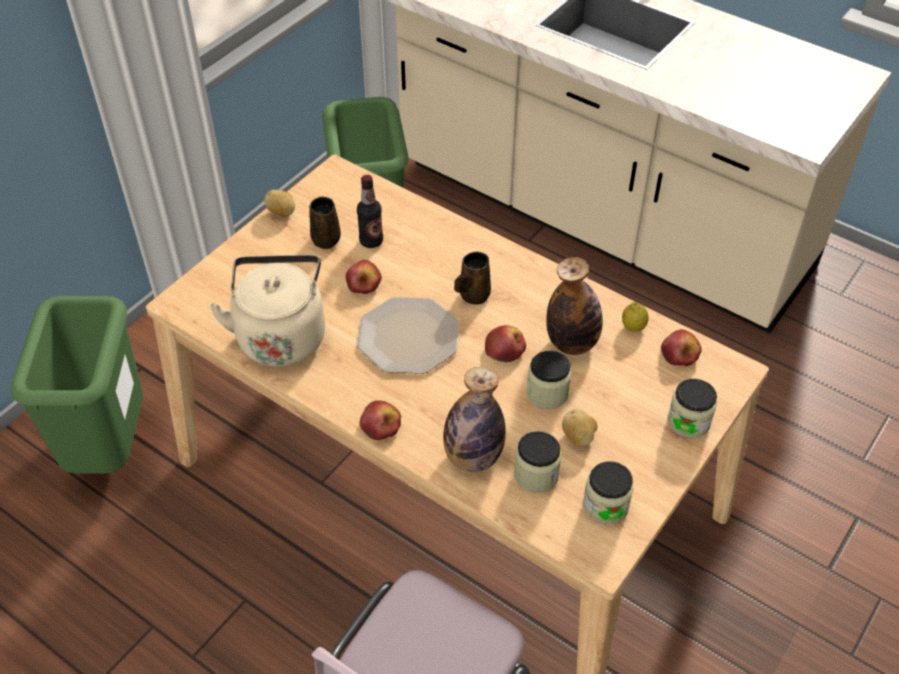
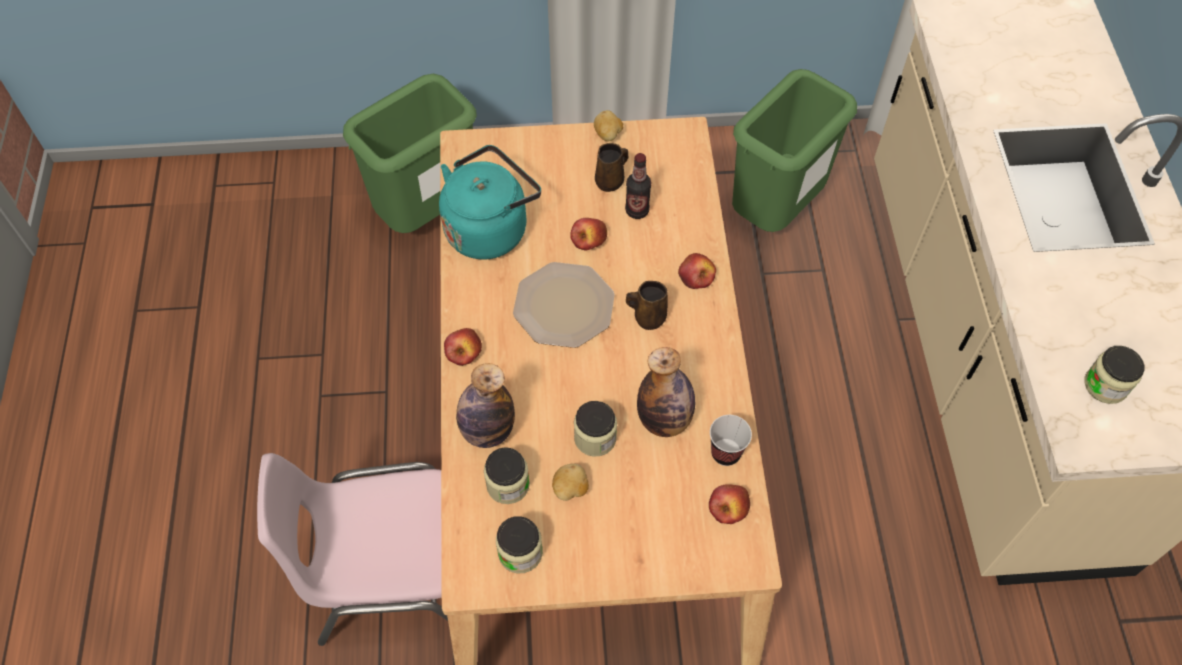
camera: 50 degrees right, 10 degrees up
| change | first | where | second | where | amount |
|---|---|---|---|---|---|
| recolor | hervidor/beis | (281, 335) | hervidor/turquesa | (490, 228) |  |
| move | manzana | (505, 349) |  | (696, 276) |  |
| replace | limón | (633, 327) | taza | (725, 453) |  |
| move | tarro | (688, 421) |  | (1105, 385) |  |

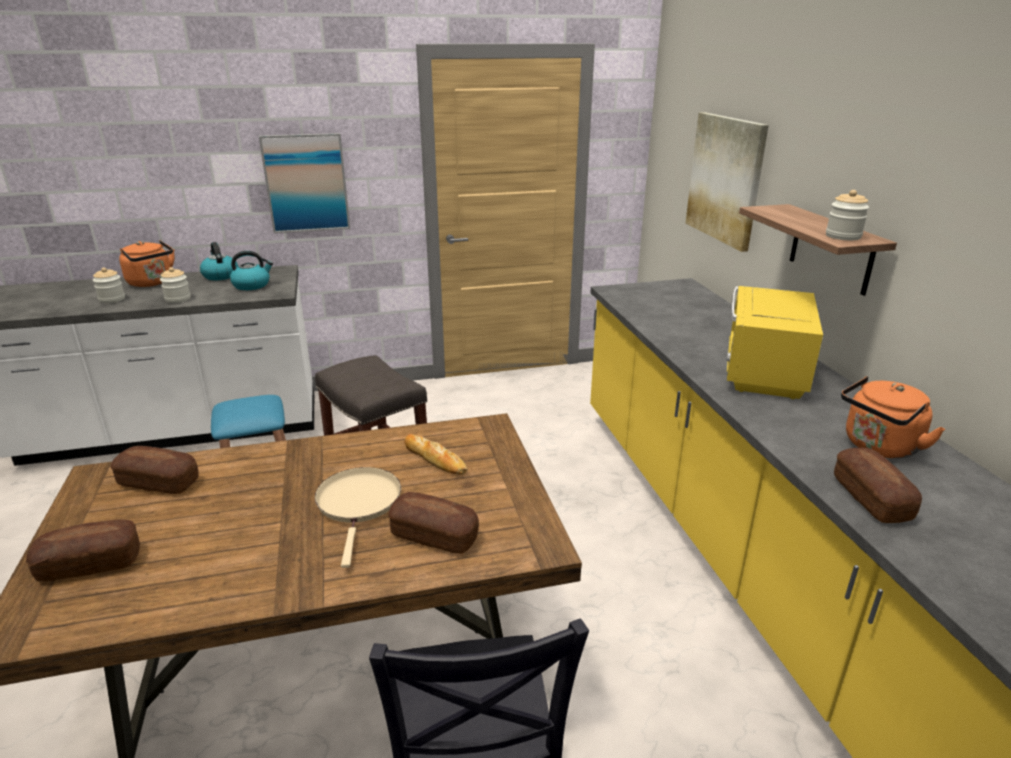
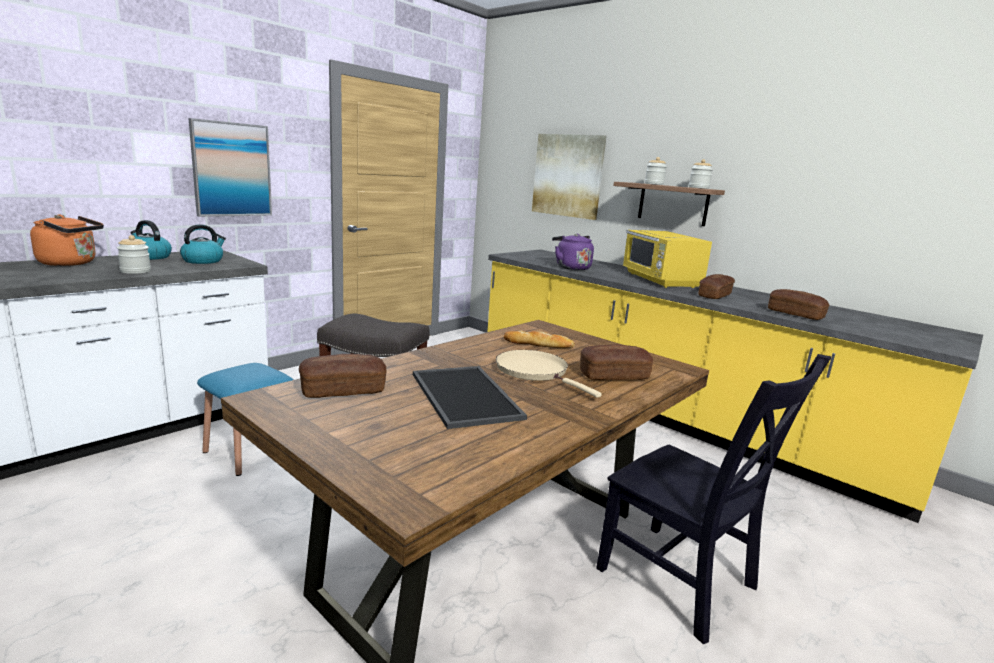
camera: 35 degrees left, 10 degrees down
| change | first | where | second | where | amount |
|---|---|---|---|---|---|
| move | pan | (90, 564) |  | (714, 295) |  |
| move | tarro | (112, 299) |  | (654, 184) |  |
| delete | hervidor/naranja | (878, 447) |  |  |  |
| insert |  |  | bandeja | (467, 396) |  |
| insert |  |  | hervidor/morado | (571, 267) |  |

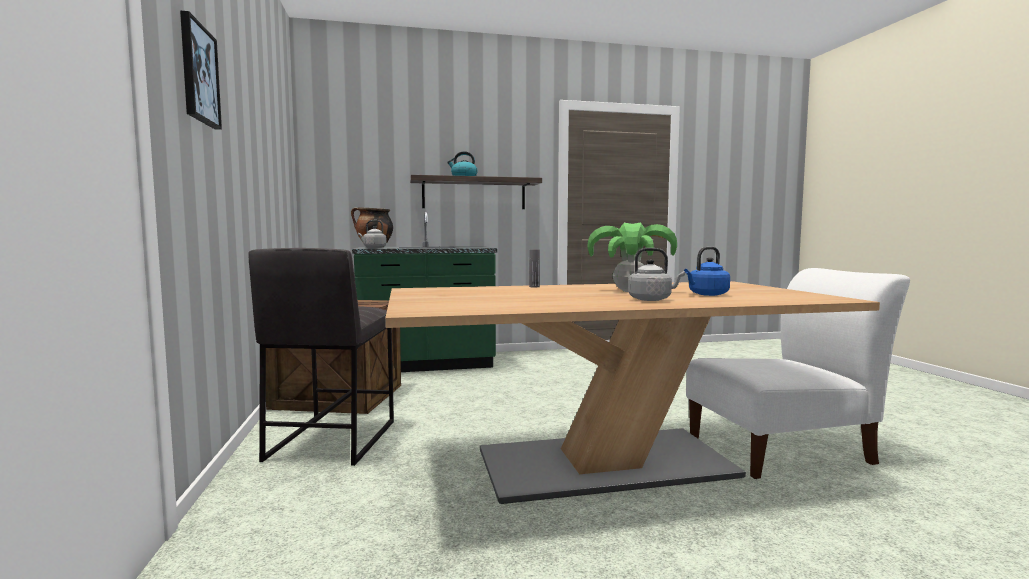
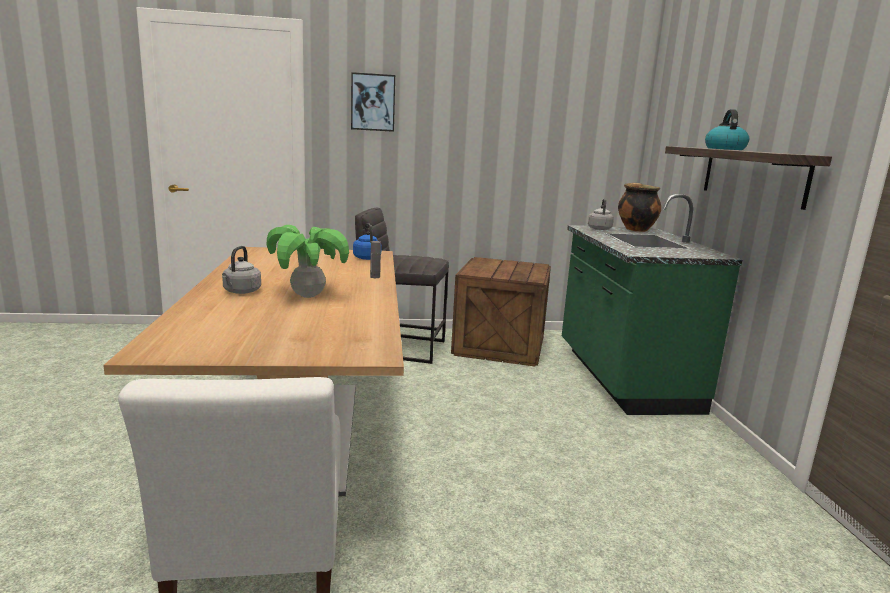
camera: 95 degrees right, 10 degrees up
| change | first | where | second | where | amount |
|---|---|---|---|---|---|
| move | hervidor/azul | (706, 294) |  | (366, 257) |  |

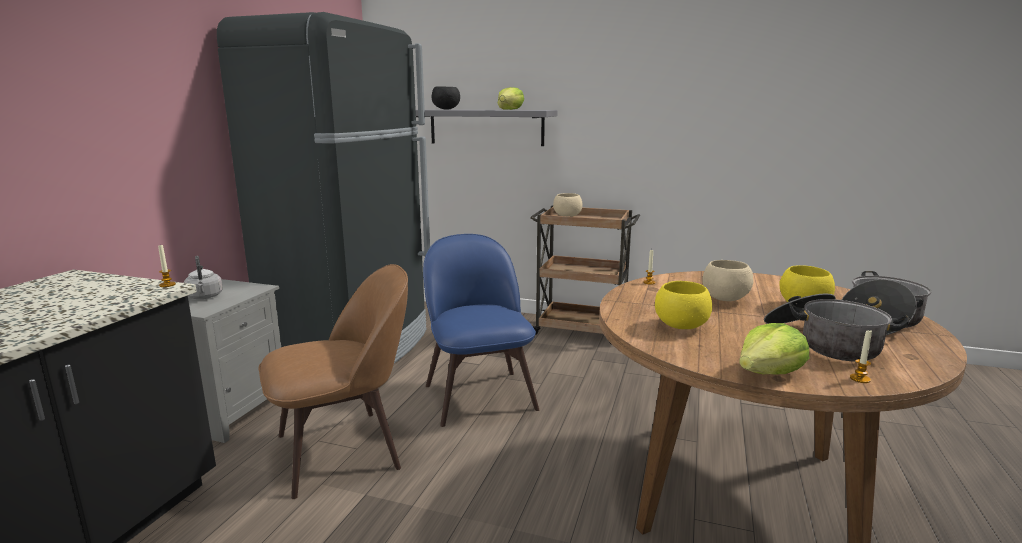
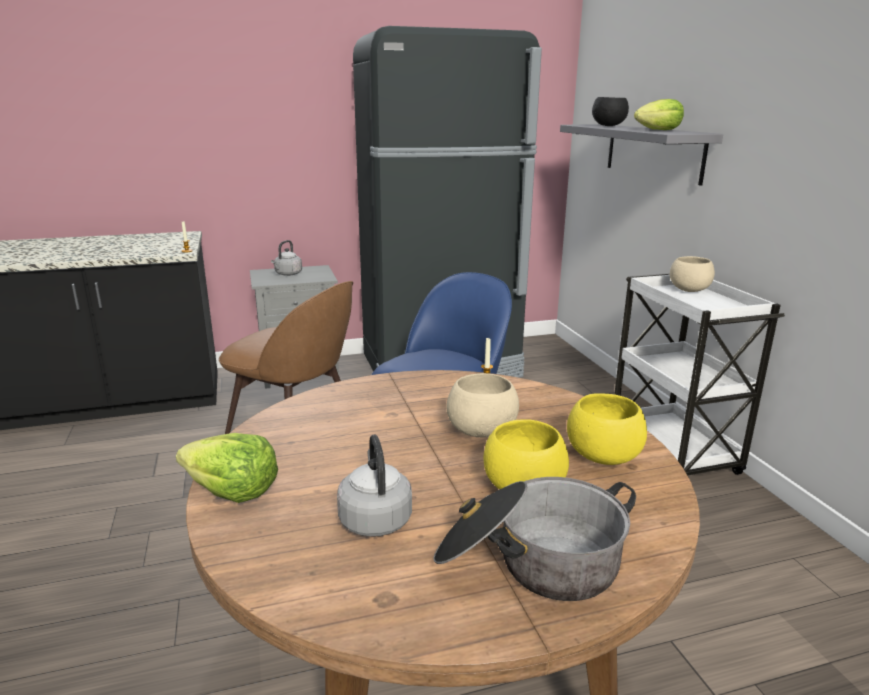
camera: 55 degrees right, 5 degrees up
| change | first | where | second | where | amount |
|---|---|---|---|---|---|
| recolor | carrito/marrón | (581, 330) | carrito/blanco | (673, 452) |  |
| move | cuenco/amarillo | (680, 326) |  | (603, 456) |  |
| replace | olla | (823, 343) | hervidor/gris | (375, 518) |  |
| delete | vela | (860, 379) |  |  |  |

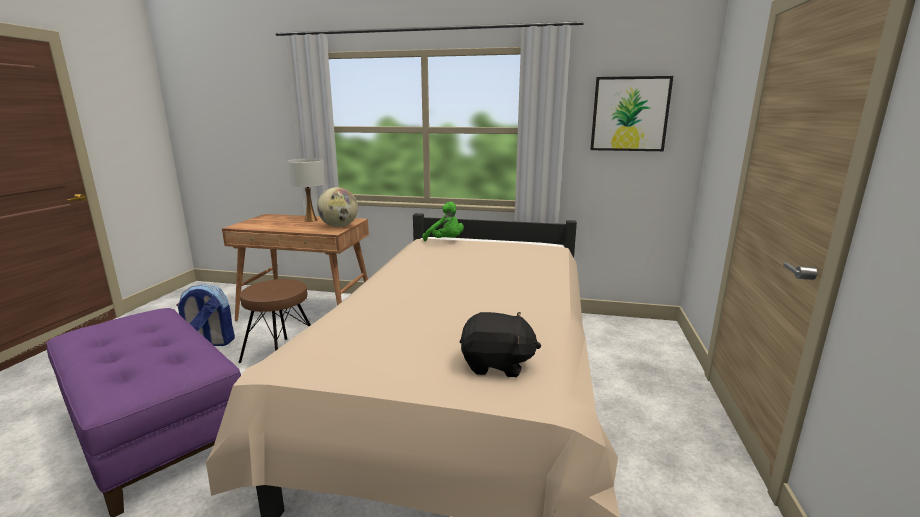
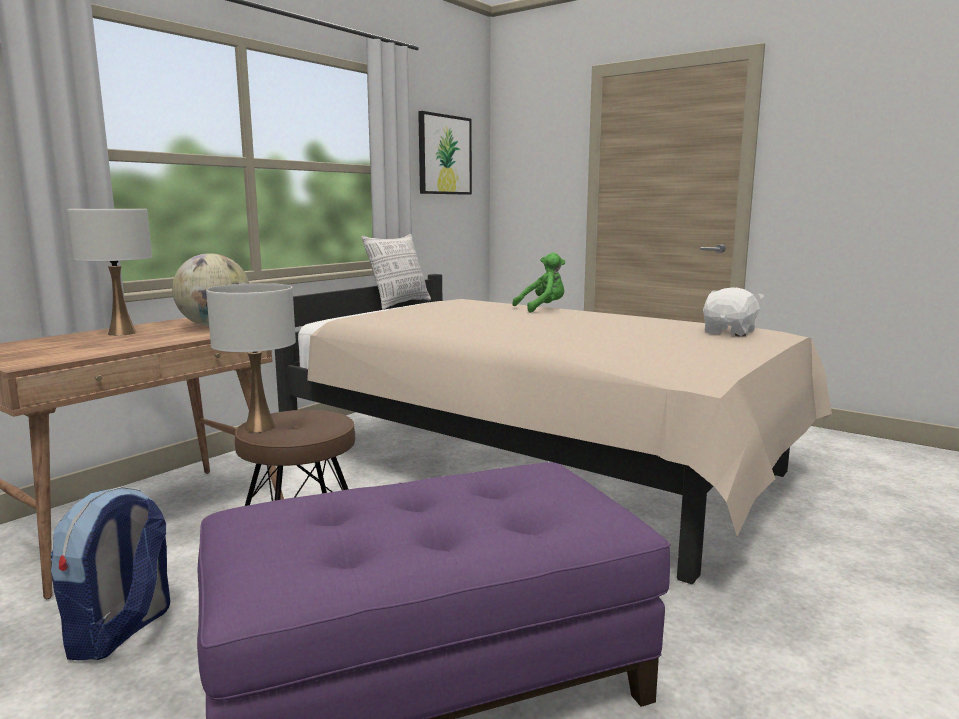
camera: 65 degrees left, 5 degrees down
| change | first | where | second | where | amount |
|---|---|---|---|---|---|
| move | peluche/verde | (446, 241) |  | (543, 308) |  |
| recolor | peluche/negro | (497, 364) | peluche/blanco | (730, 332) |  |
| insert |  |  | lámpara de mesa/blanco | (259, 427) |  |
| insert |  |  | cojín | (399, 304) |  |

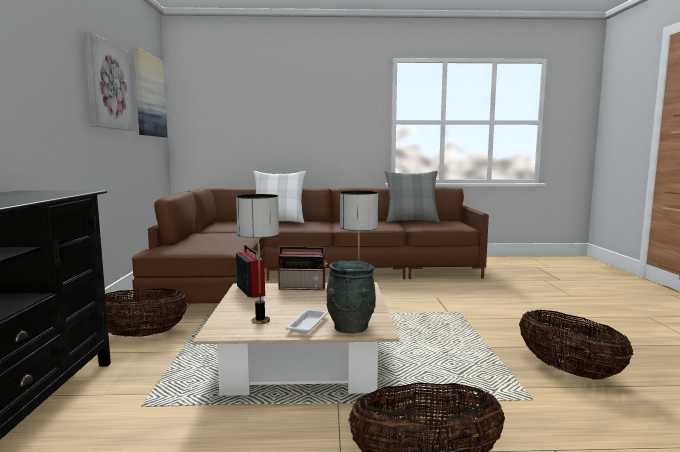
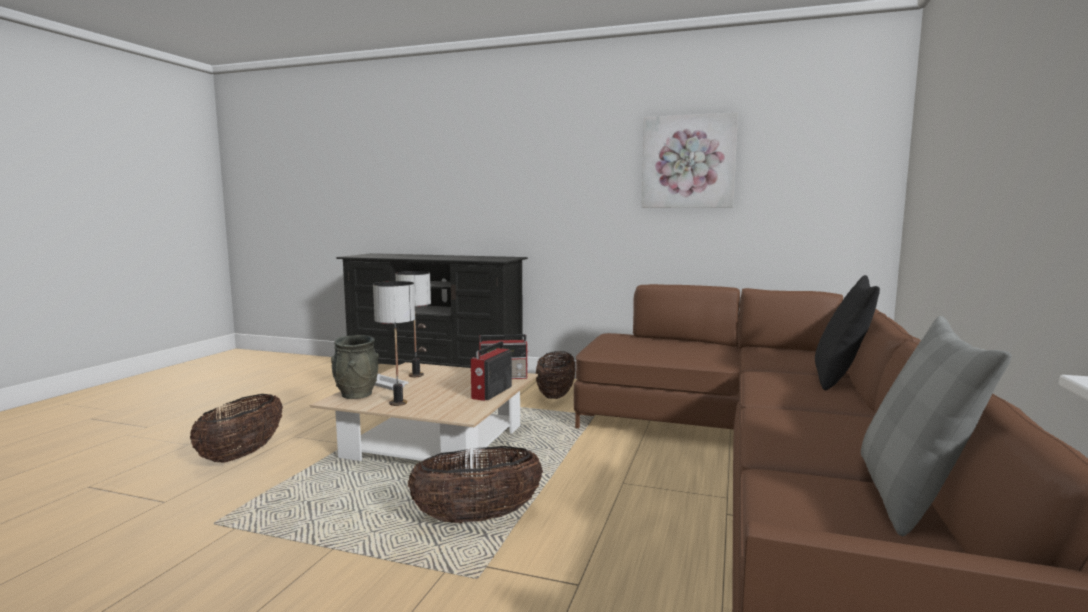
camera: 110 degrees right, 0 degrees up
| change | first | where | second | where | amount |
|---|---|---|---|---|---|
| delete | cuadro | (149, 96) |  |  |  |
| recolor | cojín/blanco | (279, 222) | cojín/negro | (839, 378) |  |
| move | cesta | (568, 371) |  | (477, 518) |  |

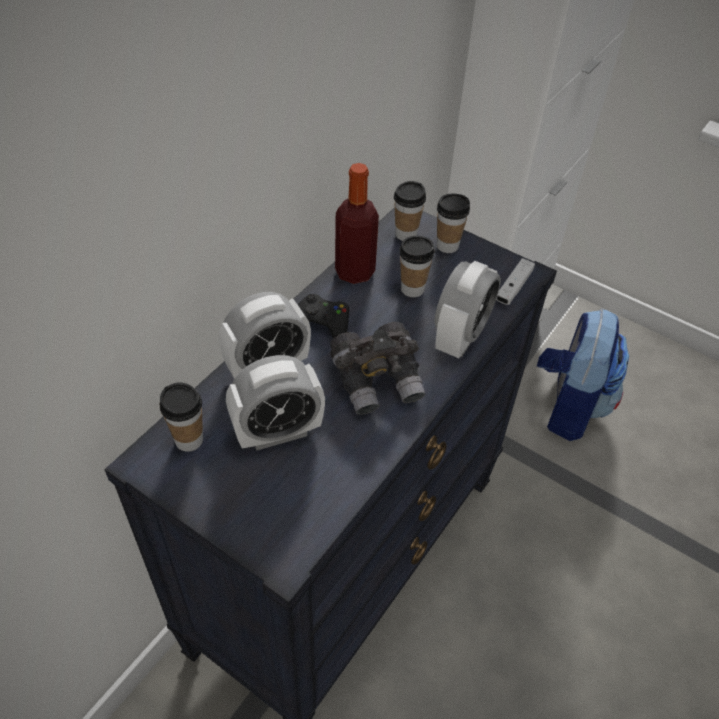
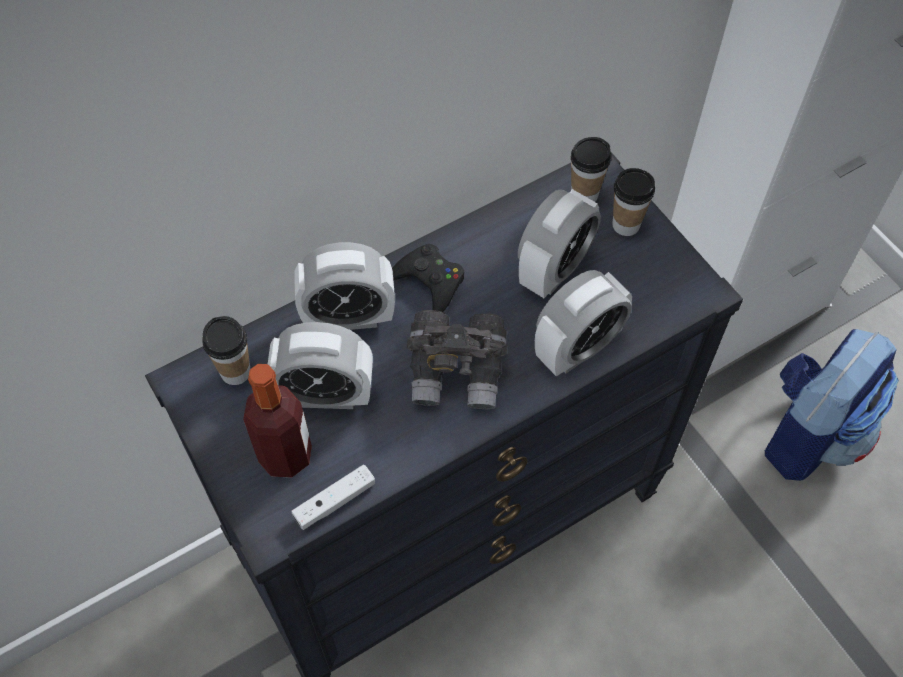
camera: 25 degrees right, 10 degrees up
| change | first | where | second | where | amount |
|---|---|---|---|---|---|
| move | botella | (355, 272) |  | (285, 455) |  |
| replace | taza | (412, 289) | despertador | (554, 270) |  |
| move | mando de consola/blanco | (513, 287) |  | (334, 501) |  |

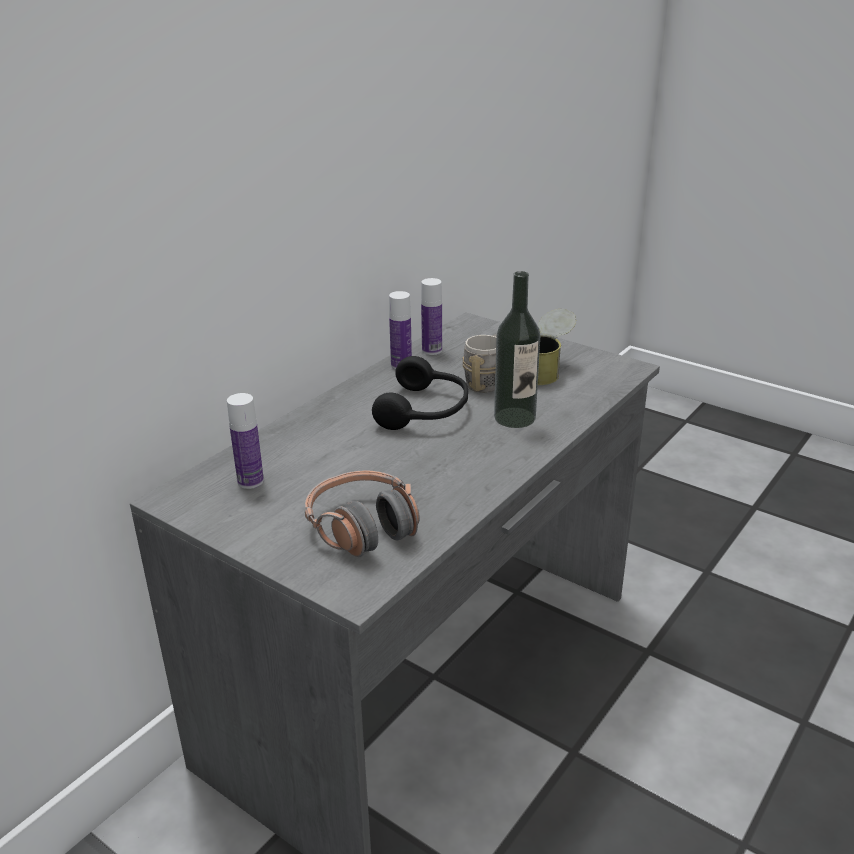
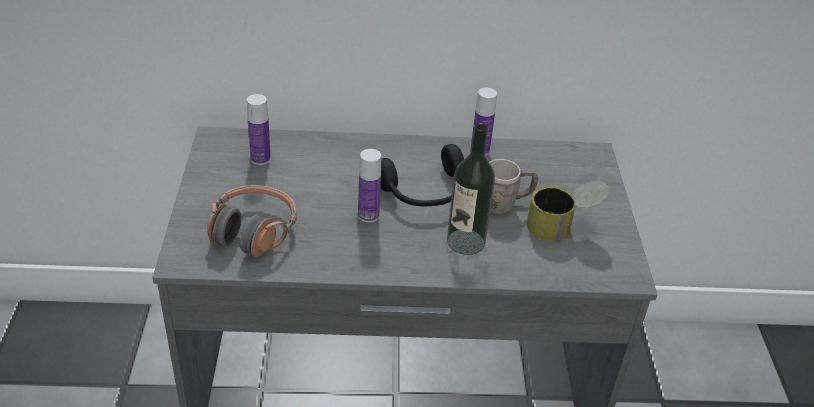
camera: 50 degrees right, 10 degrees up
| change | first | where | second | where | amount |
|---|---|---|---|---|---|
| move | botella | (432, 350) |  | (368, 215) |  |

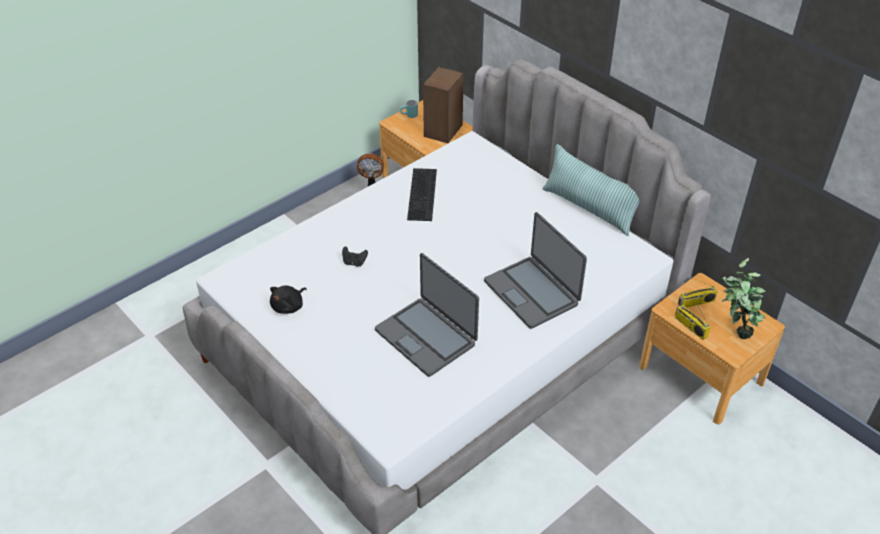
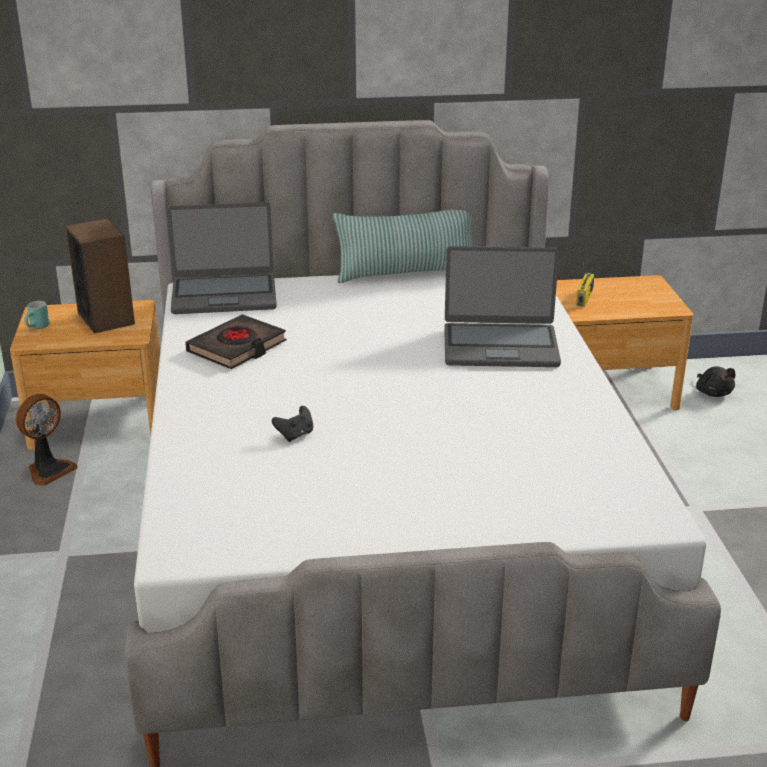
camera: 55 degrees left, 15 degrees down
| change | first | where | second | where | amount |
|---|---|---|---|---|---|
| move | peluche/negro | (289, 306) |  | (713, 392) |  |
| move | portátil | (426, 337) |  | (224, 295) |  |
| replace | teclado | (423, 195) | libro/negro | (237, 348) |  |
| delete | radio | (690, 327) |  |  |  |
| delete | planta en maceta | (734, 331) |  |  |  |

